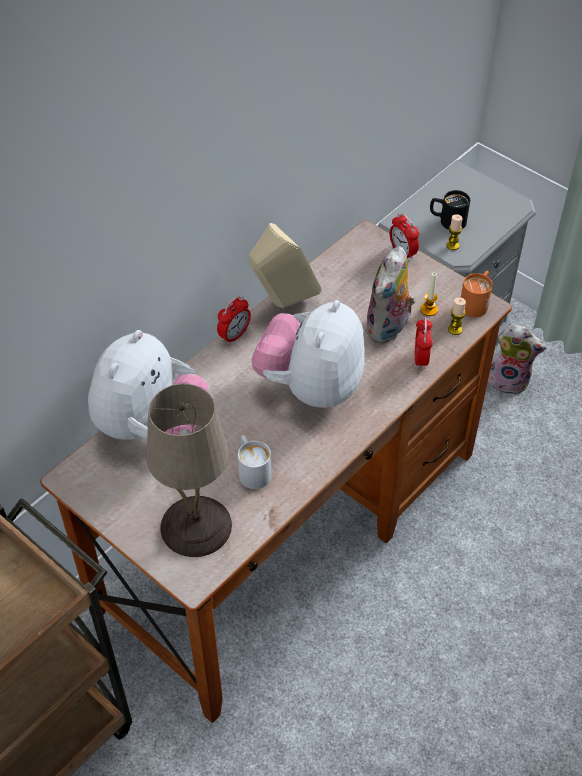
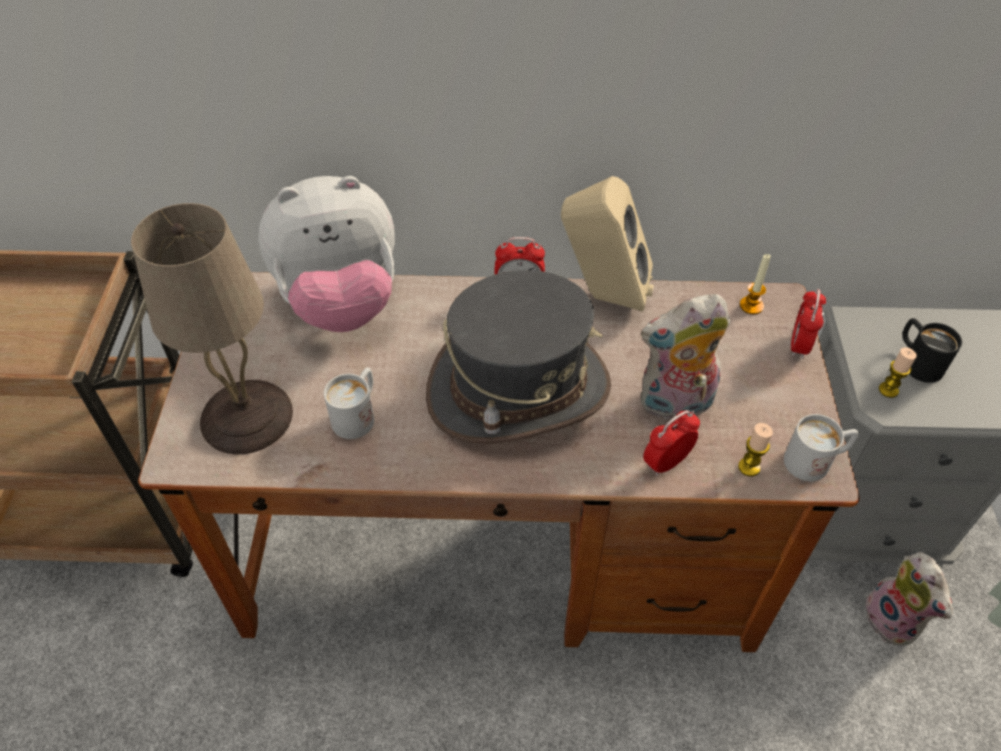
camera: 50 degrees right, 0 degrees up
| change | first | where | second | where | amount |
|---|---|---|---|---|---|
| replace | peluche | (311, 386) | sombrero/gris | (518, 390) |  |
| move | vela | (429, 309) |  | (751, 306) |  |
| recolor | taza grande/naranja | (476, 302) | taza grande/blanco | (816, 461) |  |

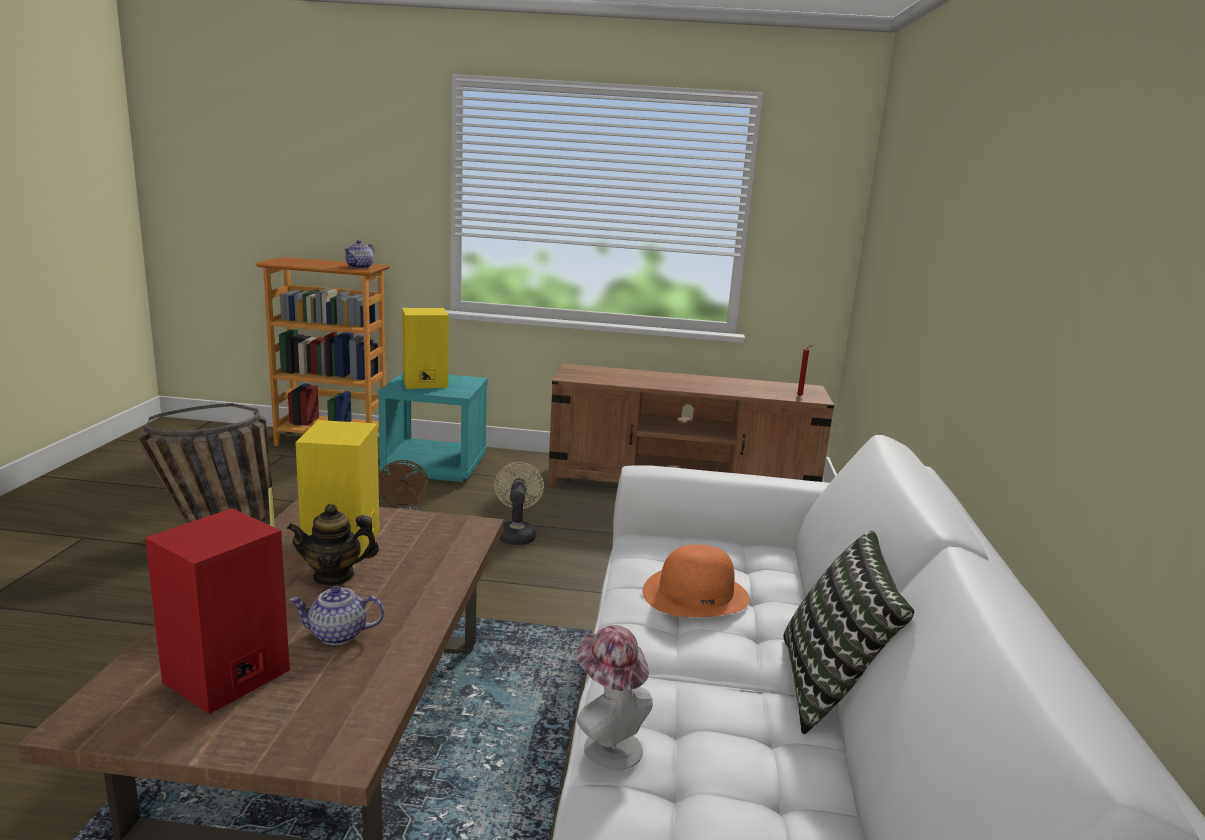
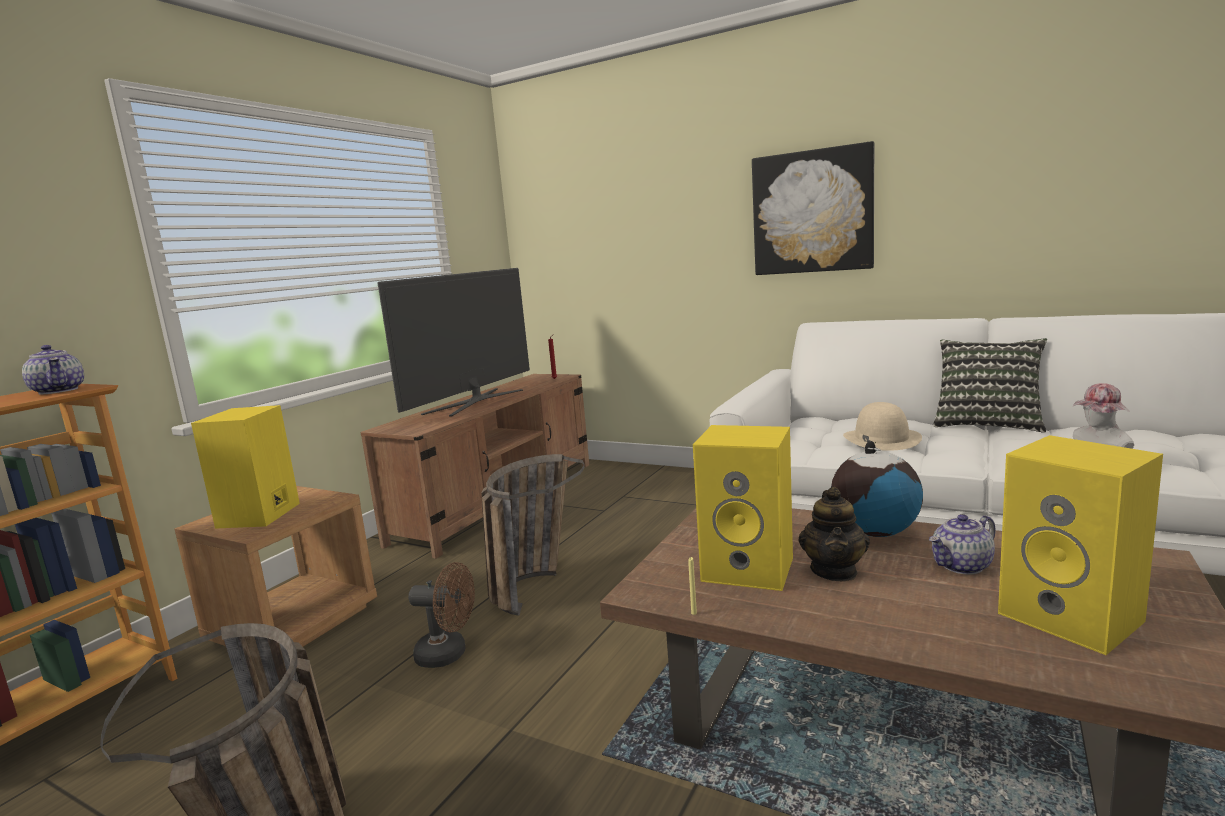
camera: 65 degrees left, 5 degrees down
| change | first | where | second | where | amount |
|---|---|---|---|---|---|
| recolor | altavoz/rojo | (226, 678) | altavoz/amarillo | (1074, 617) |  |
| rotate | tetera | (337, 635) |  | (962, 566) | 45 degrees clockwise |
| recolor | mesita de noche/turquesa | (435, 466) | mesita de noche/marrón | (294, 624) |  |
| replace | ventilador/beis | (516, 534) | cesta | (534, 584) |  |
| recolor | sombrero/naranja | (696, 594) | sombrero/beis | (881, 439) |  |
| insert |  |  | televisor | (475, 401) |  |
| insert |  |  | cuadro | (812, 212) |  |
| insert |  |  | globo terráqueo | (874, 532) |  |

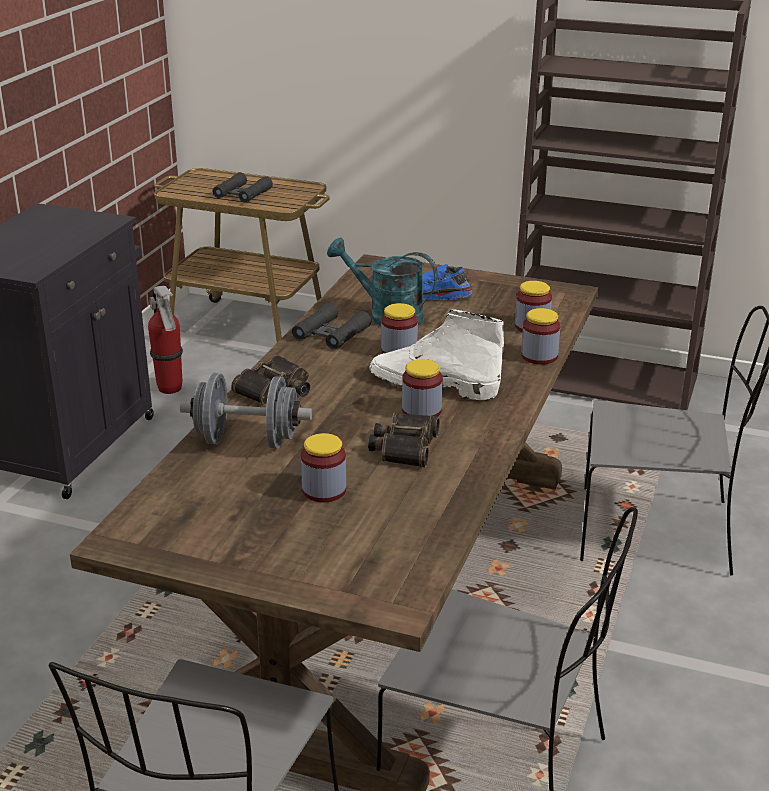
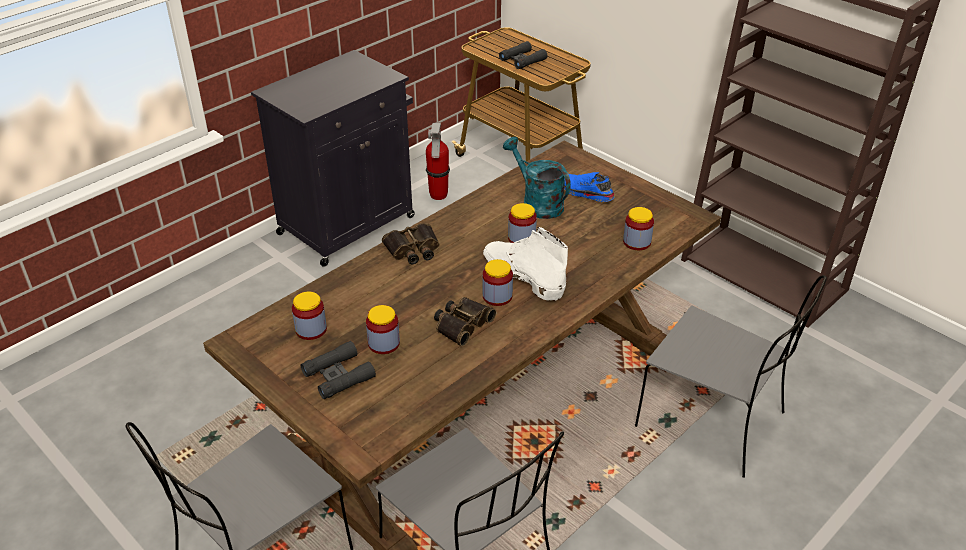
camera: 25 degrees right, 10 degrees up
| change | first | where | second | where | amount |
|---|---|---|---|---|---|
| delete | mancuerna/gris | (247, 441) |  |  |  |
| move | prismáticos/negro | (331, 334) |  | (338, 375) |  |
| move | tarro | (539, 356) |  | (311, 329) |  |

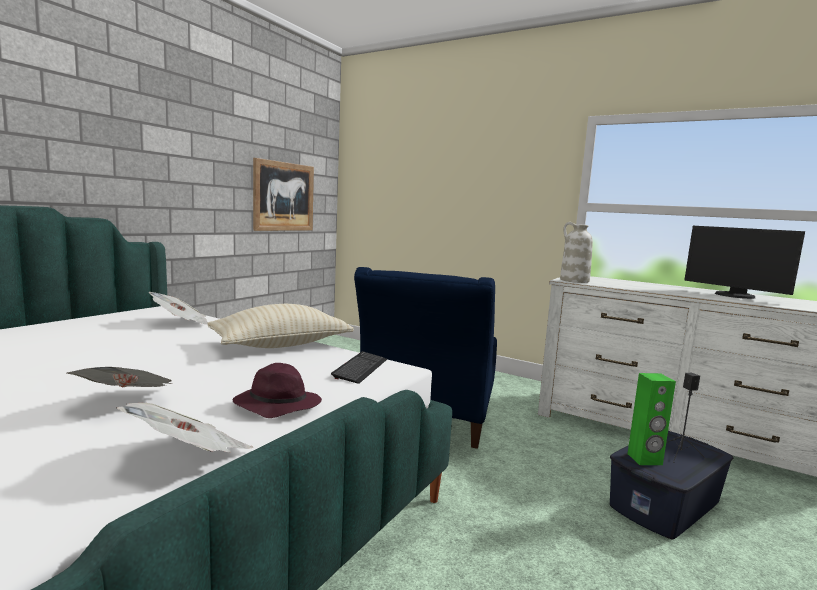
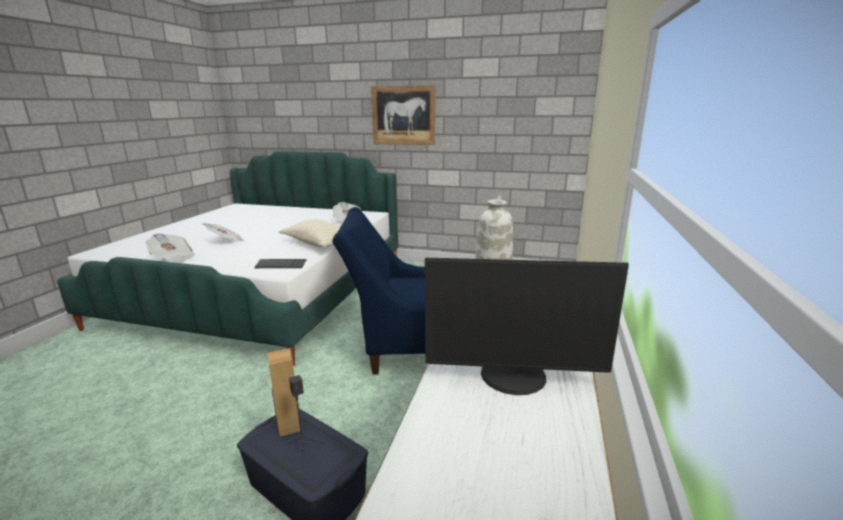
camera: 75 degrees right, 10 degrees up
| change | first | where | second | where | amount |
|---|---|---|---|---|---|
| delete | sombrero/morado | (276, 405) |  |  |  |
| move | cuadro | (284, 196) |  | (403, 115) |  |
| recolor | altavoz/verde | (645, 459) | altavoz/marrón | (289, 426) |  |
| rotate | monitor | (734, 295) |  | (513, 377) | 120 degrees counterclockwise |

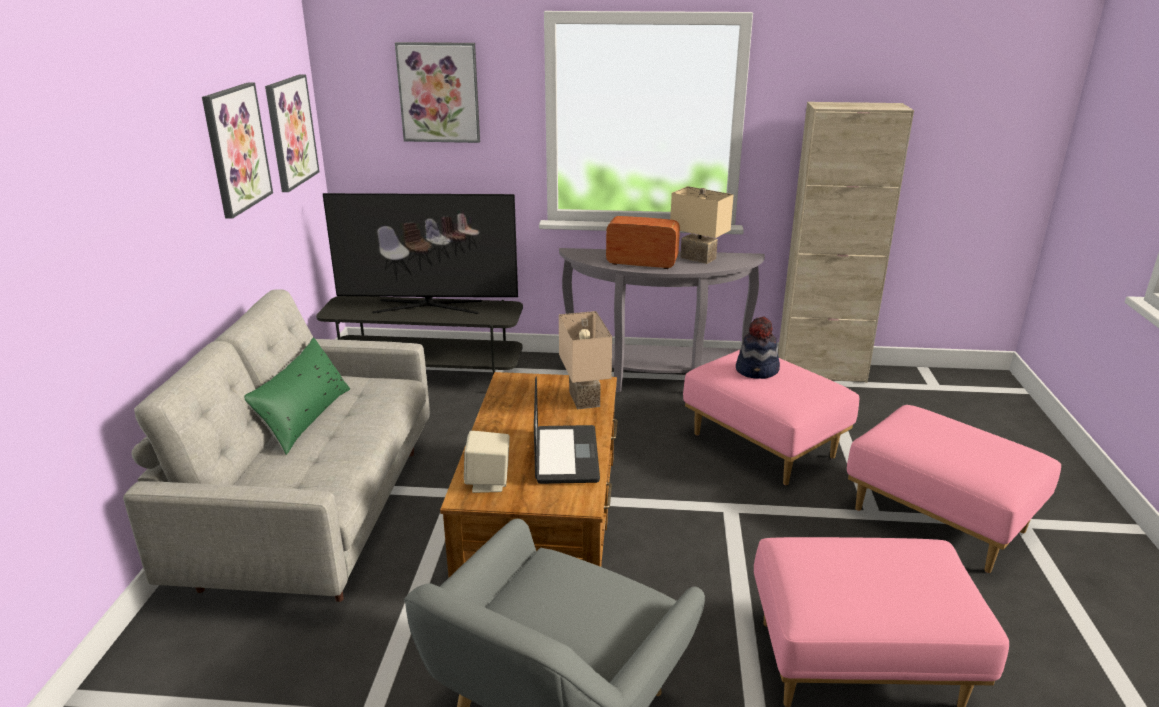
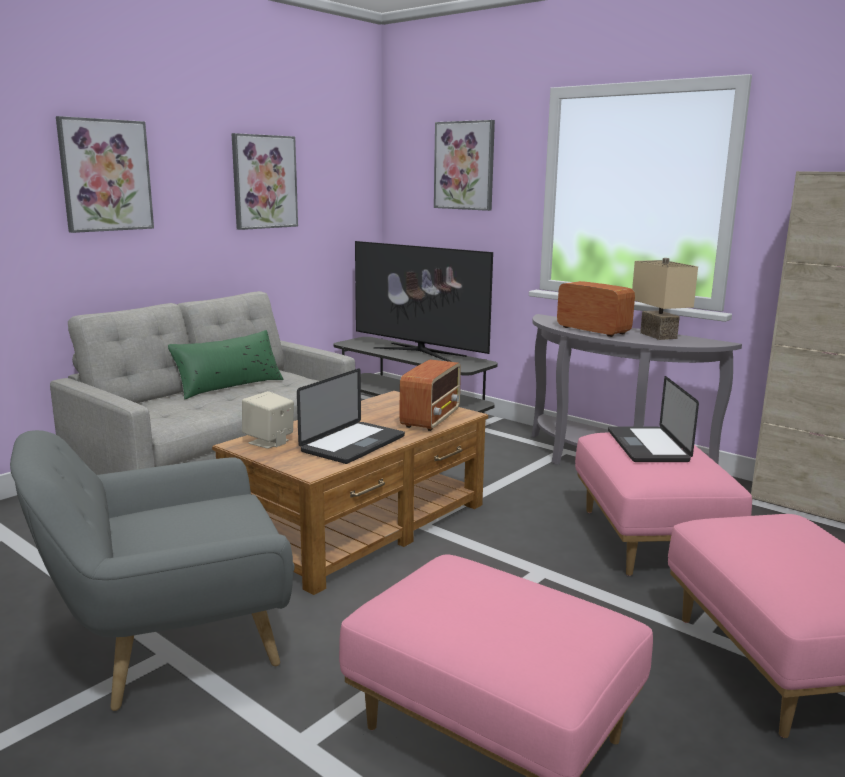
camera: 35 degrees right, 10 degrees down
| change | first | where | second | where | amount |
|---|---|---|---|---|---|
| move | cuadro | (290, 132) |  | (105, 175) |  |
| replace | lámpara de mesa/beis | (582, 399) | radio | (431, 418) |  |
| replace | sombrero | (757, 370) | portátil | (647, 446) |  |

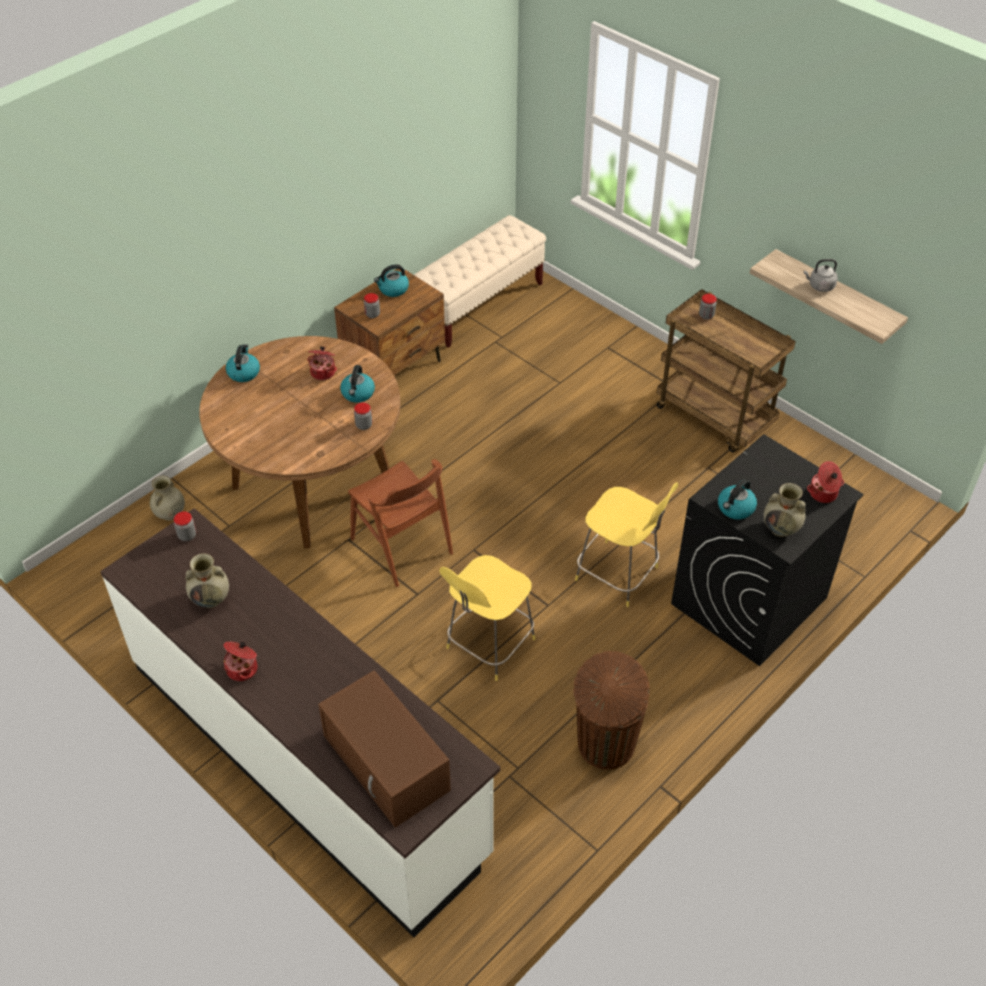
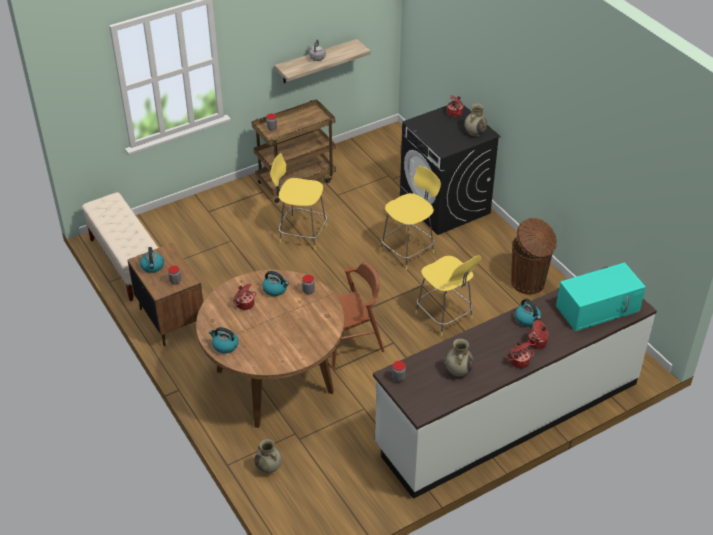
camera: 75 degrees left, 5 degrees down
| change | first | where | second | where | amount |
|---|---|---|---|---|---|
| recolor | microondas/marrón | (388, 763) | microondas/turquesa | (598, 308) |  |
| move | hervidor | (735, 508) |  | (528, 319) |  |
| insert |  |  | taburete/amarillo | (301, 233) |  |
| insert |  |  | olla | (537, 343) |  |

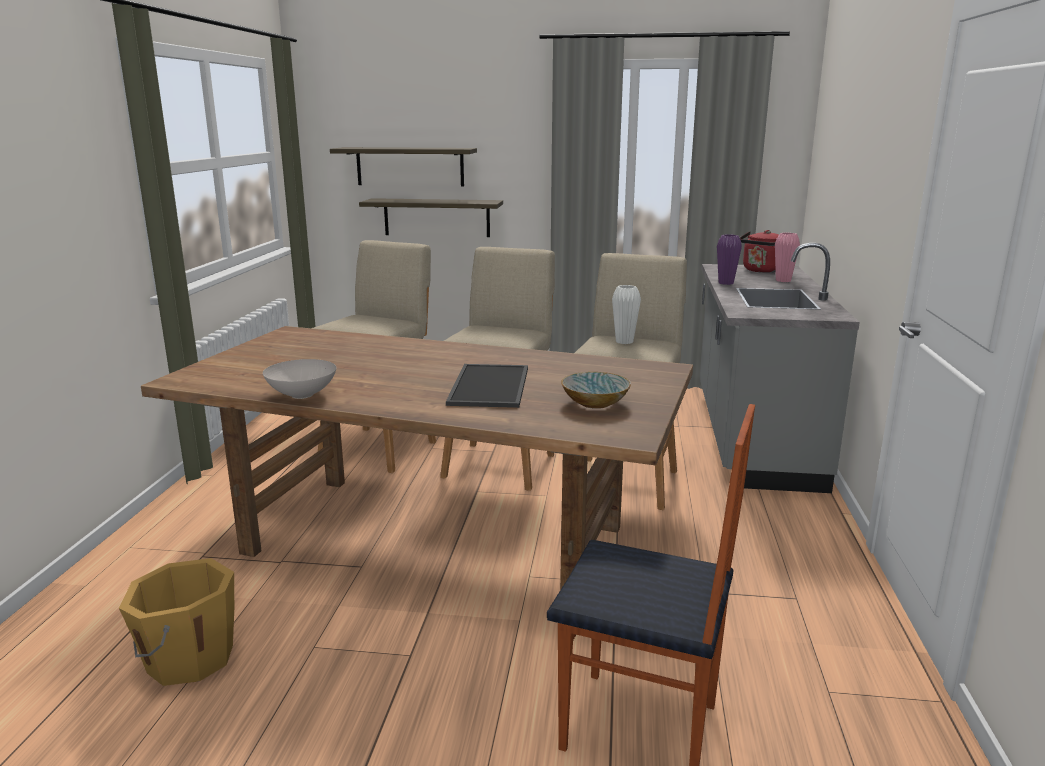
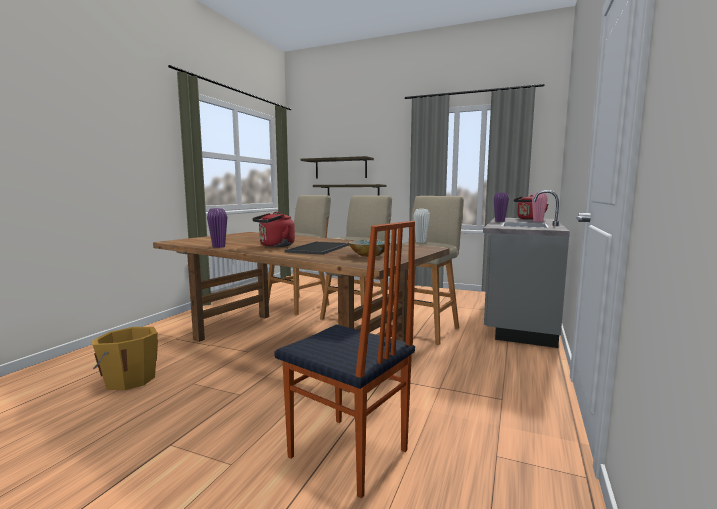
camera: 15 degrees right, 10 degrees down
| change | first | where | second | where | amount |
|---|---|---|---|---|---|
| replace | cuenco/blanco | (301, 395) | florero/morado | (218, 246) |  |
| insert |  |  | hervidor/rojo | (275, 246) |  |

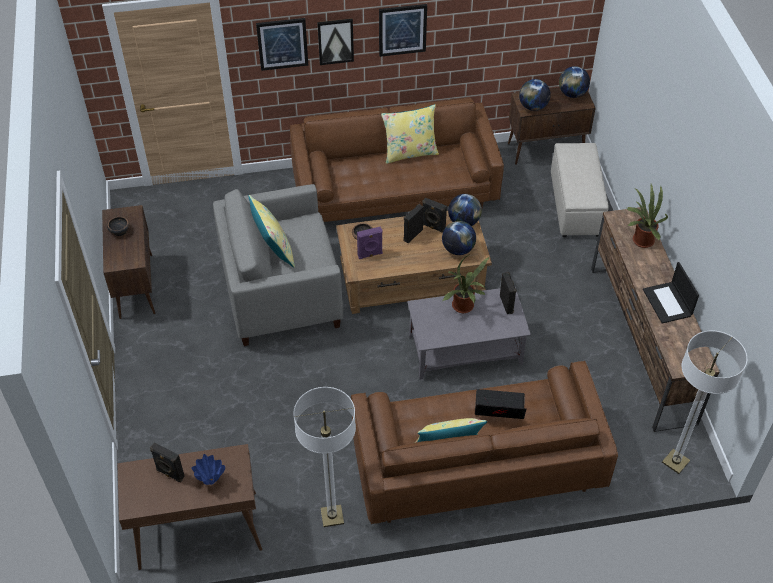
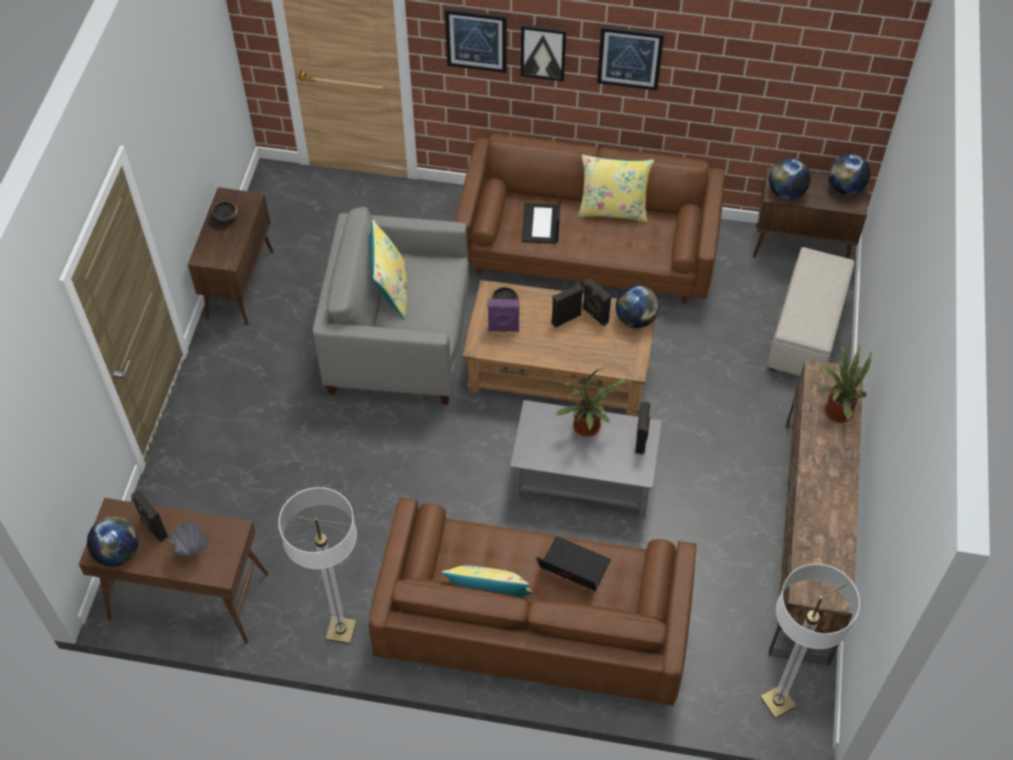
camera: 20 degrees right, 5 degrees up
| change | first | where | second | where | amount |
|---|---|---|---|---|---|
| recolor | florero/azul | (210, 481) | florero/gris | (193, 552) |  |
| move | globo terráqueo | (458, 249) |  | (118, 553) |  |
| move | portátil | (668, 303) |  | (541, 224) |  |

